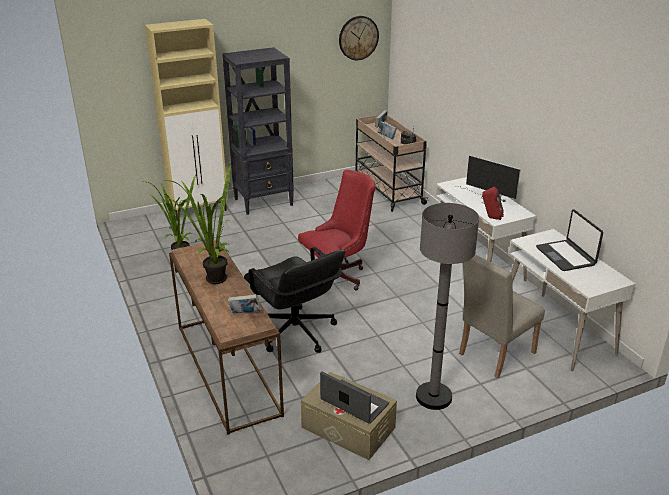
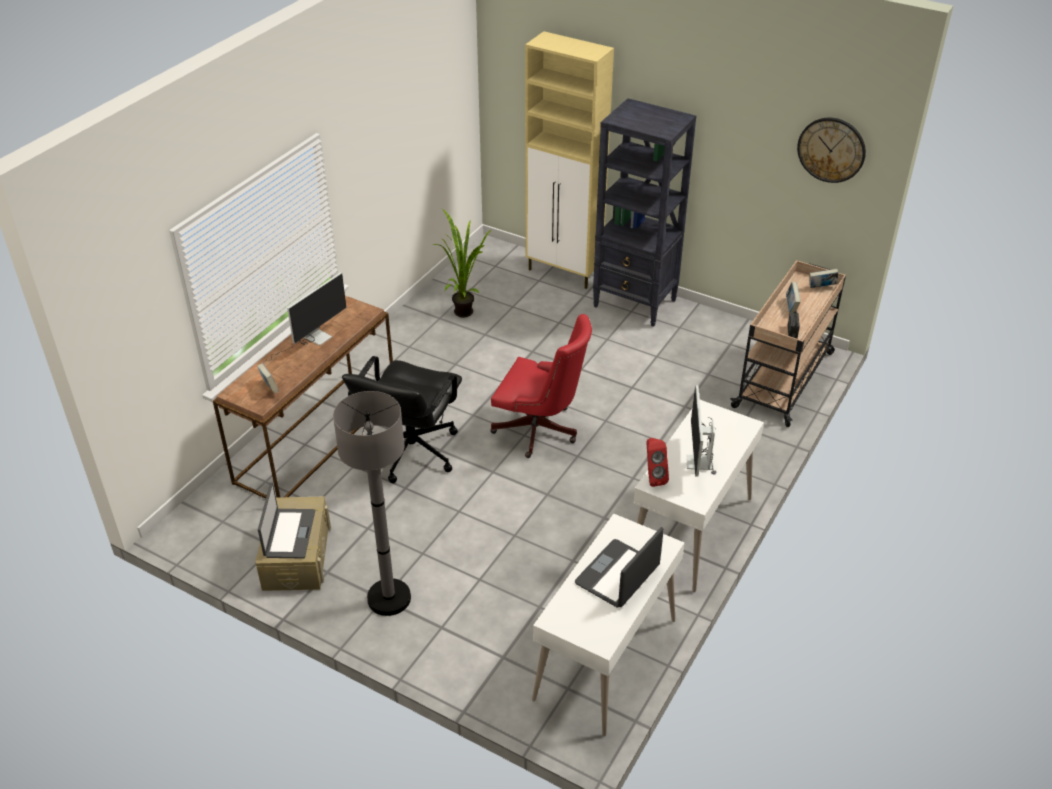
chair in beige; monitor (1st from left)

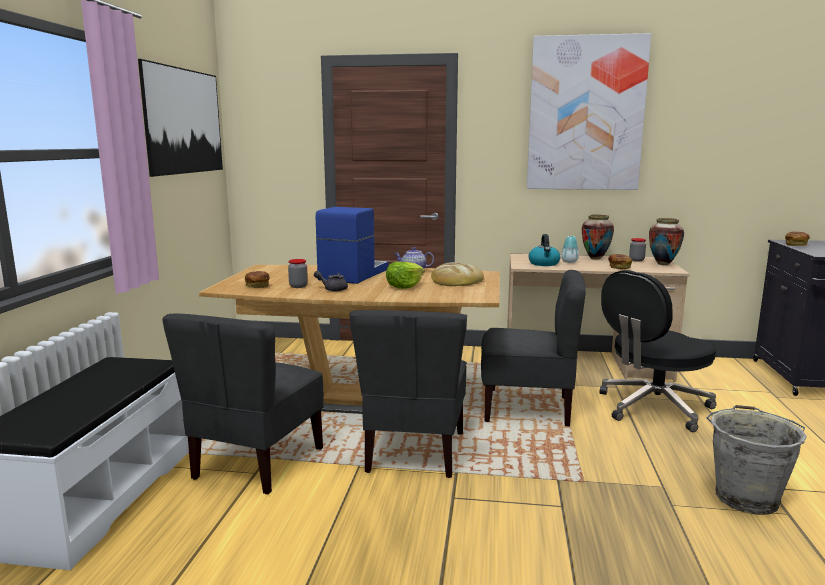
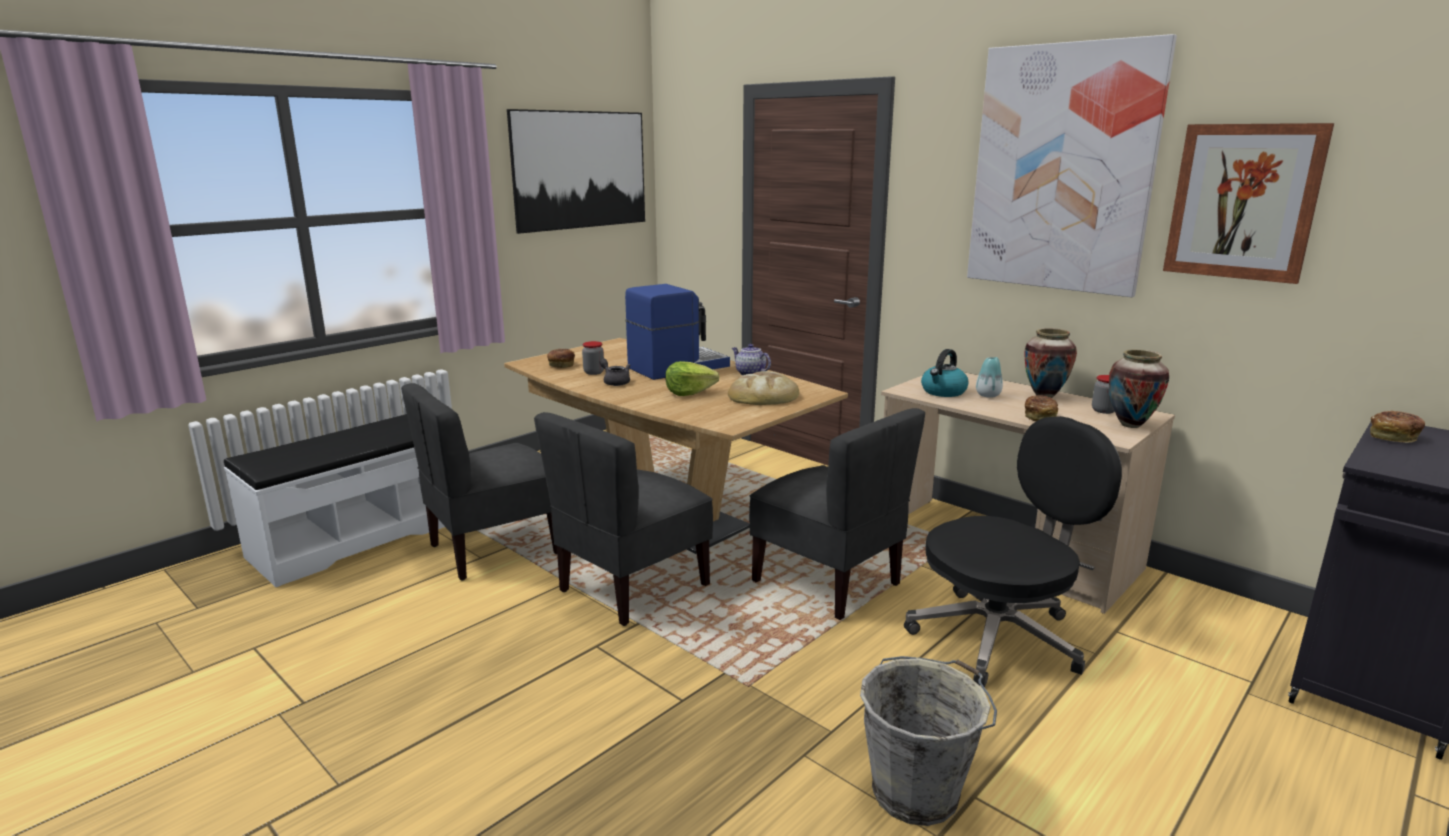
picture (3rd from left); office chair in black

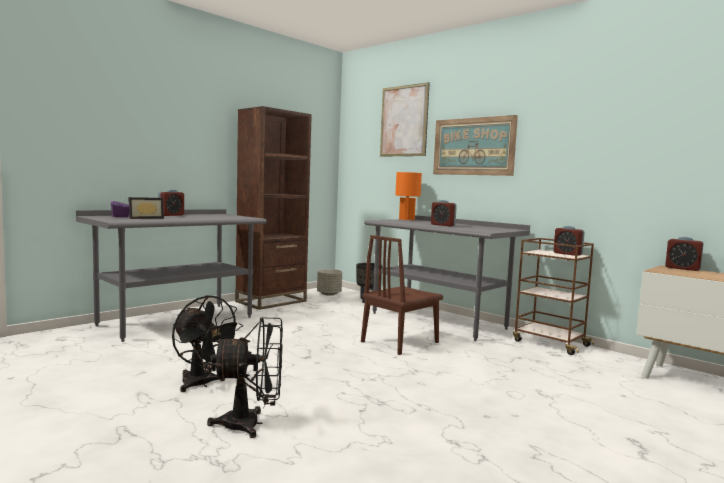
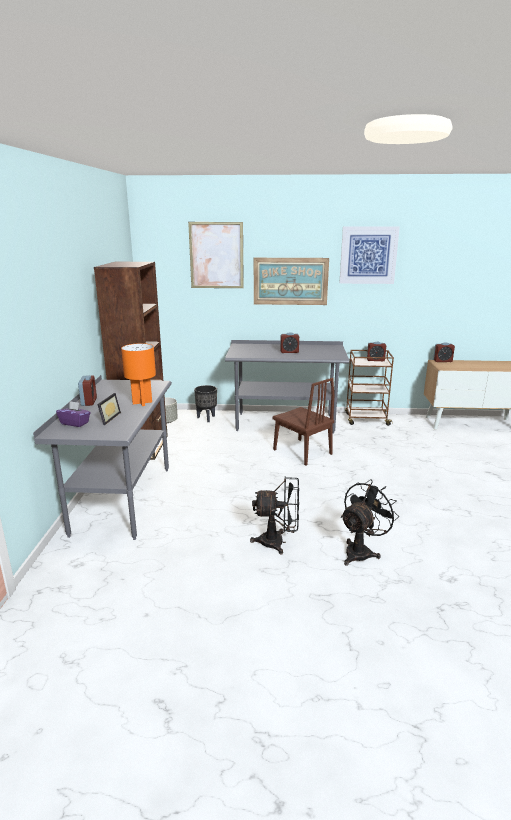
picture (3rd from left); table lamp in orange; chair in brown

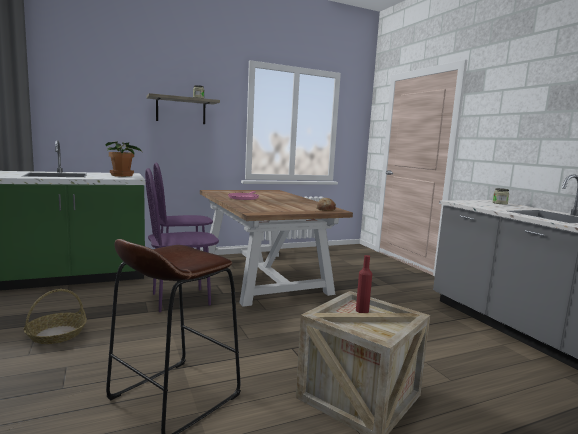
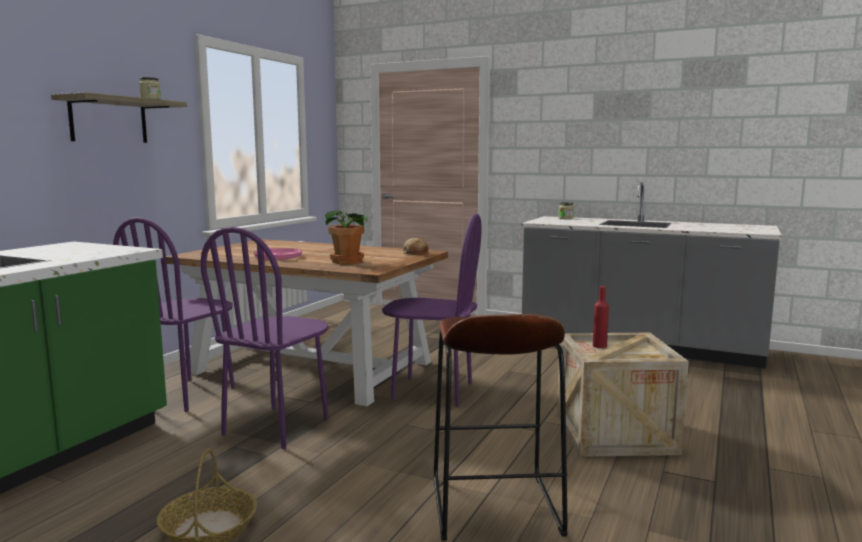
chair in purple (3rd from left); potted plant

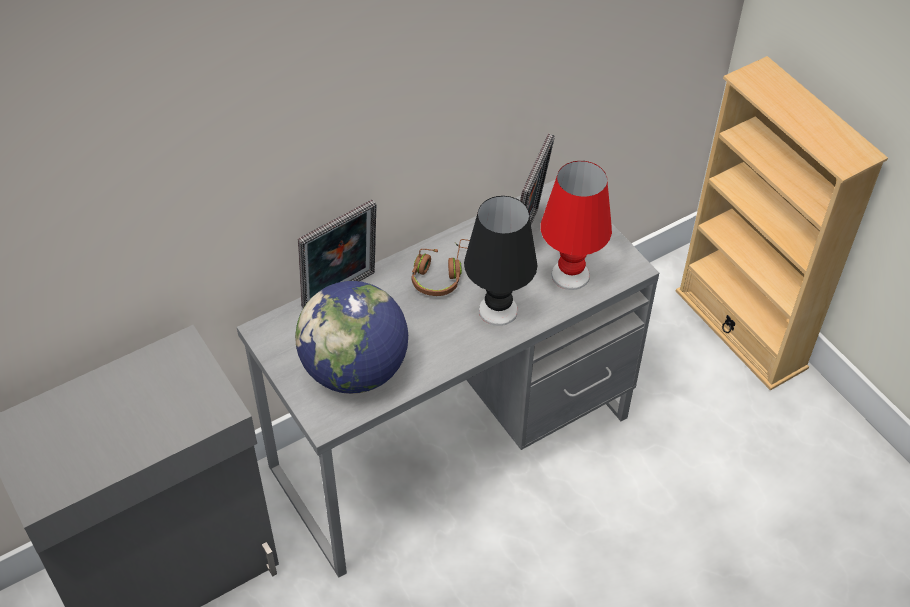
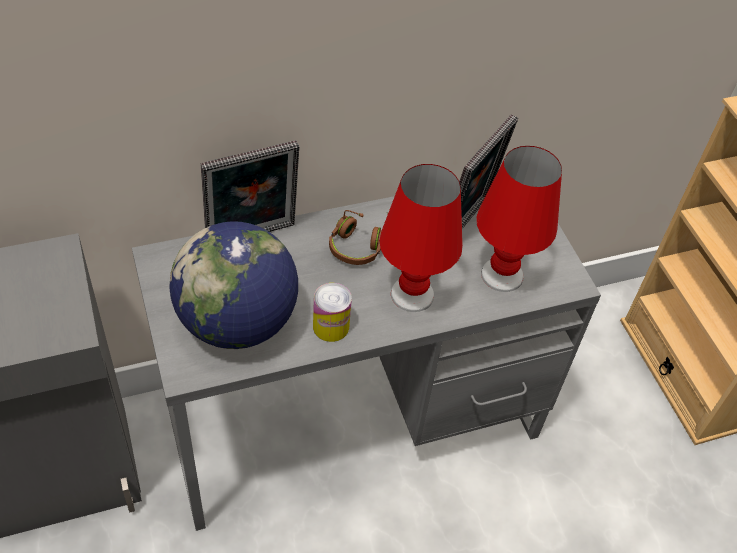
can; table lamp in red (1st from left)

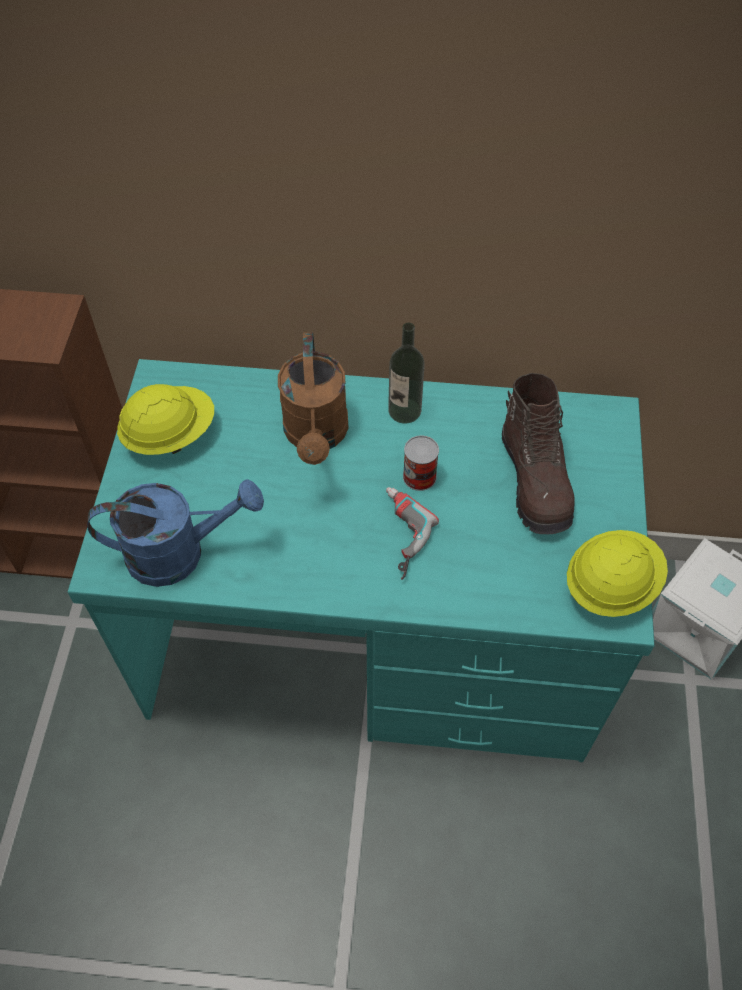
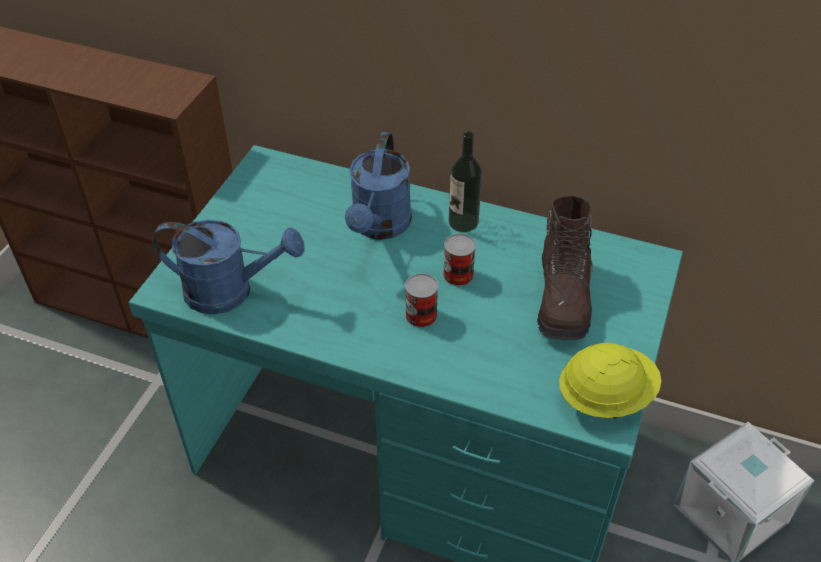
hard hat in yellow (1st from left in the first image); can (1st from left); watering can in blue (2nd from left)

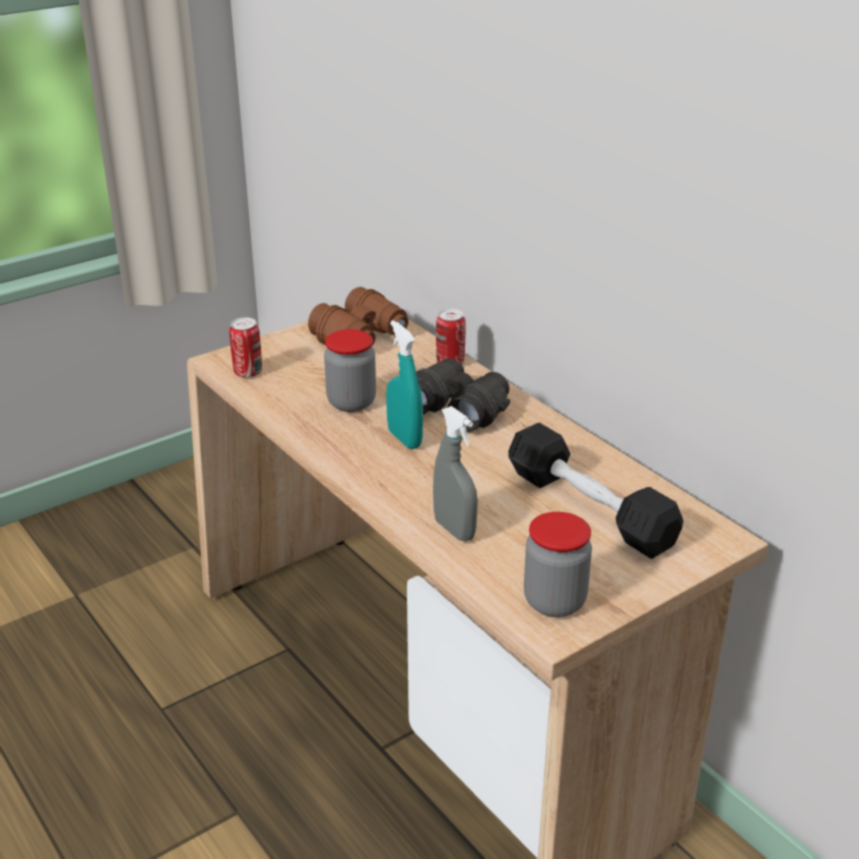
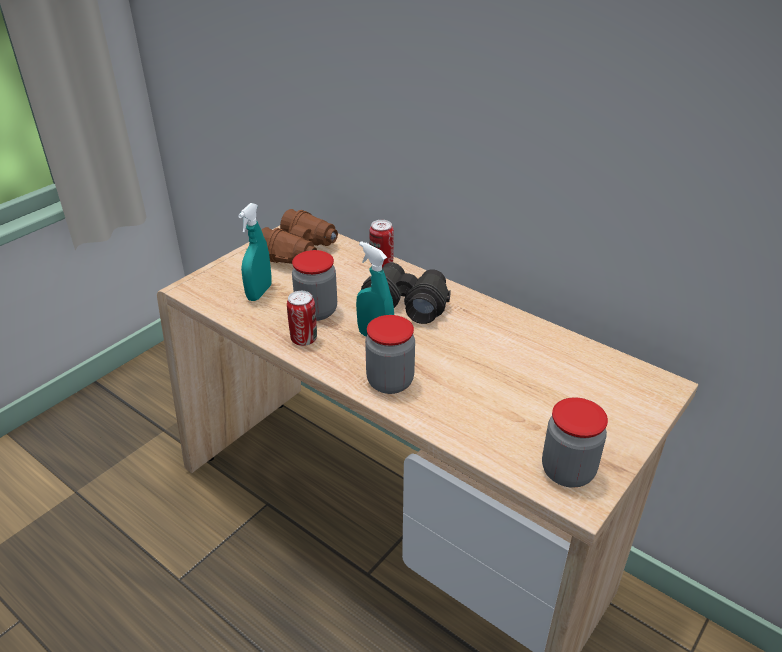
spray bottle in grey; dumbbell in black; spray bottle in turquoise (1st from left); jar (2nd from left); can (1st from left)

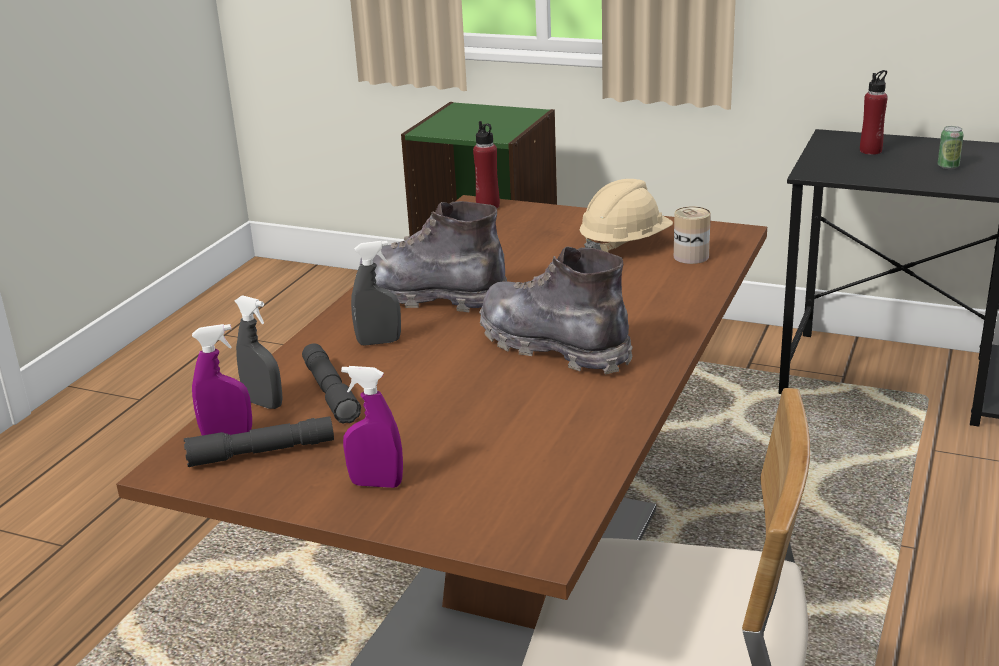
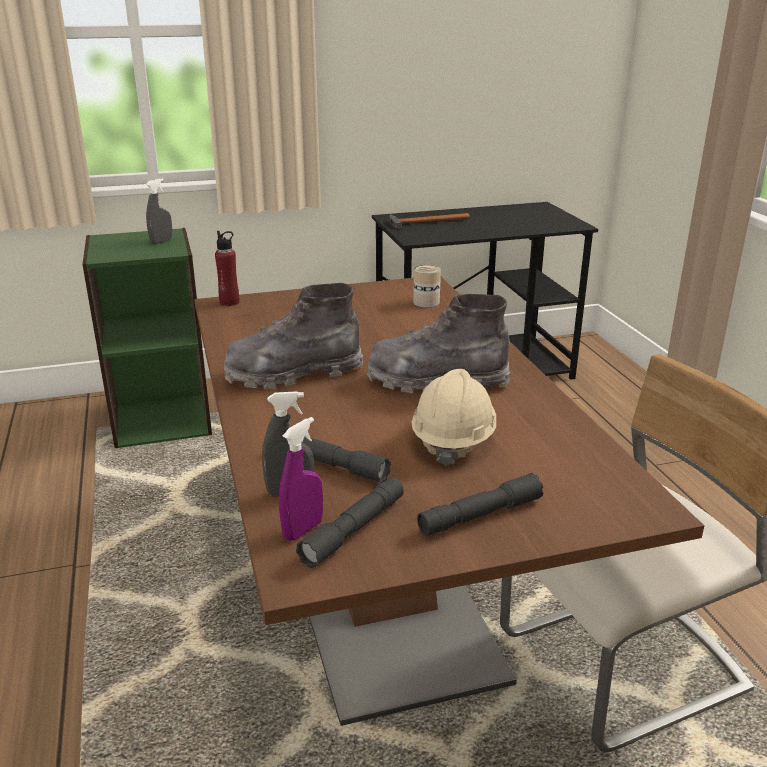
can (2nd from left in the first image); spray bottle in grey (1st from left); hard hat in beige; flashlight in grey (3rd from left); hammer

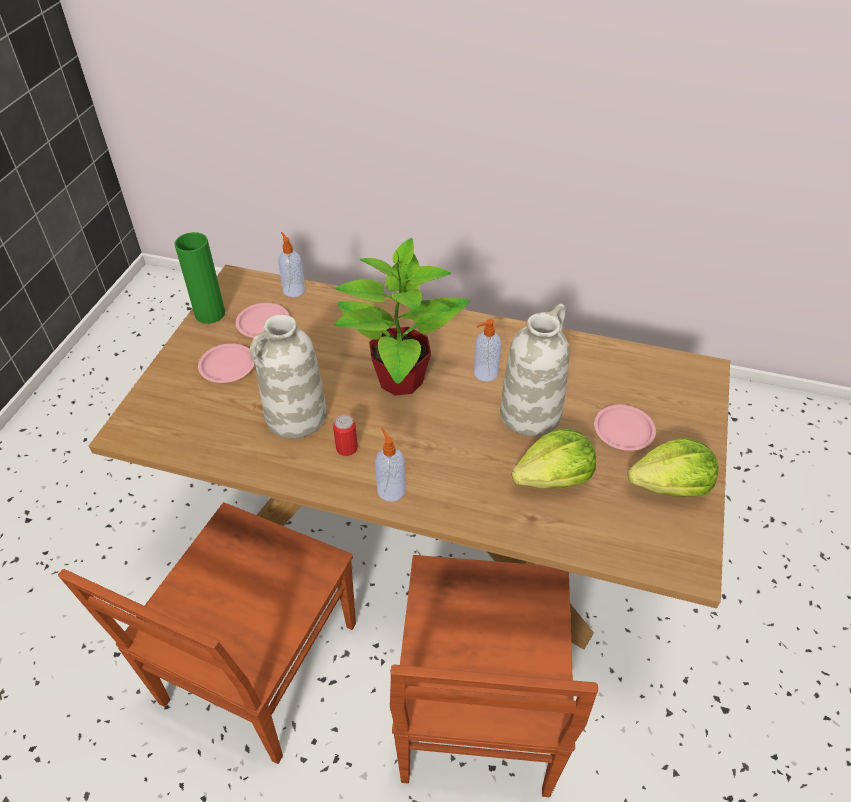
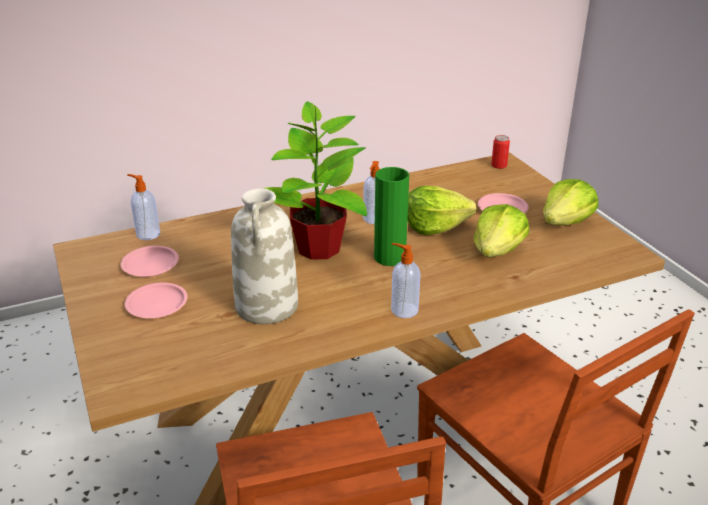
vase in green; can; lettuce (1st from left)

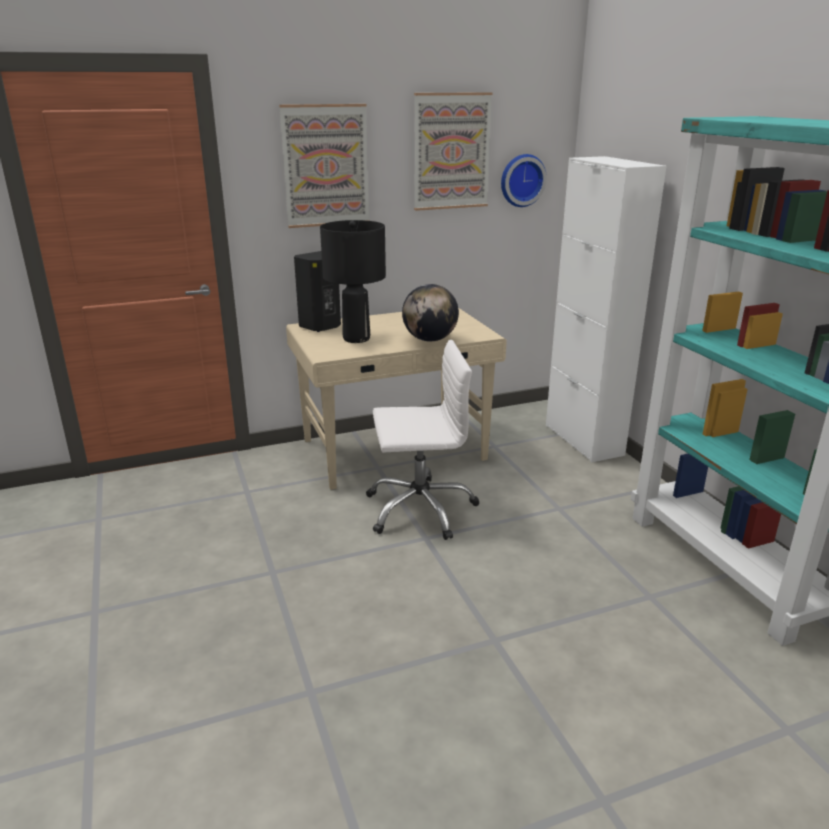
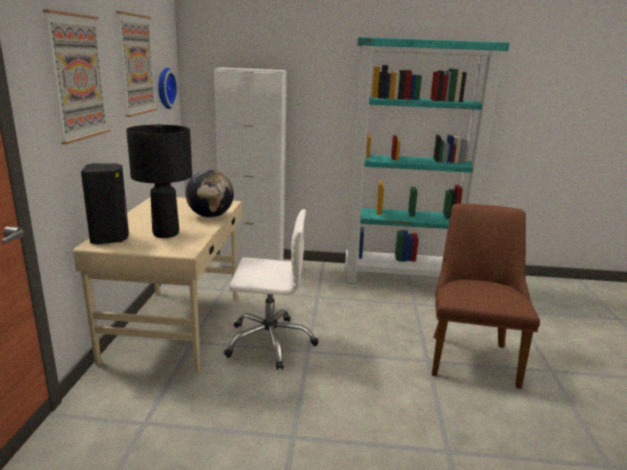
chair in brown; office chair in white

